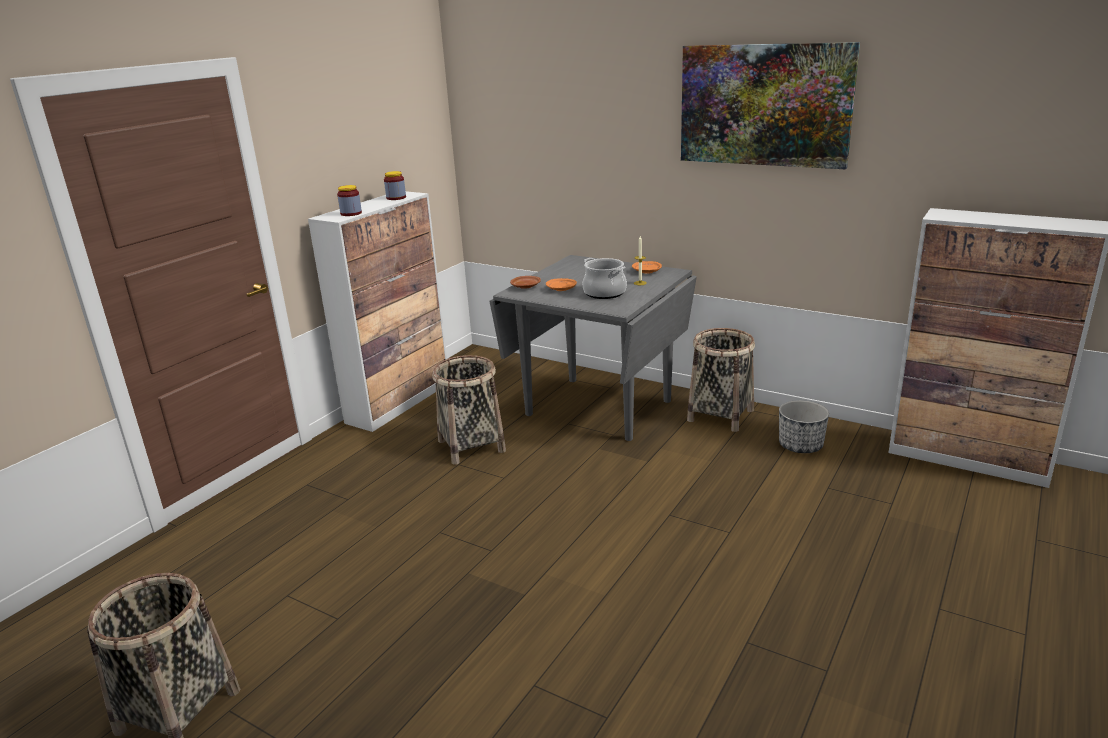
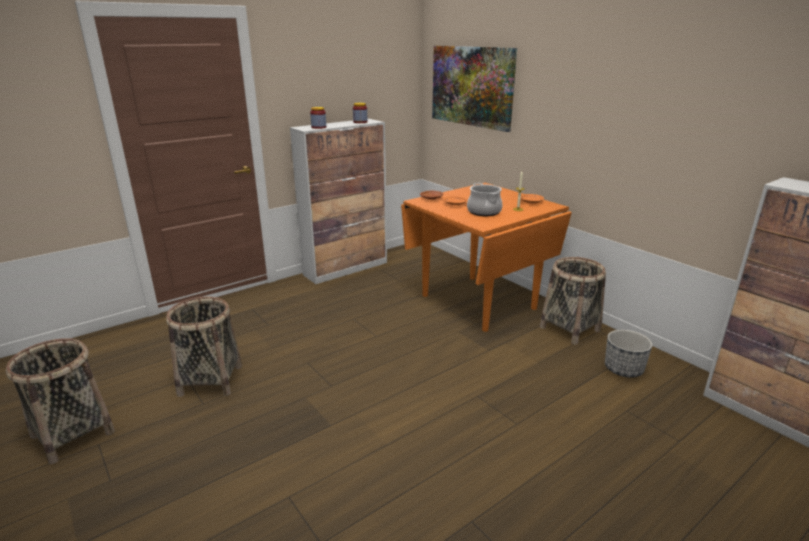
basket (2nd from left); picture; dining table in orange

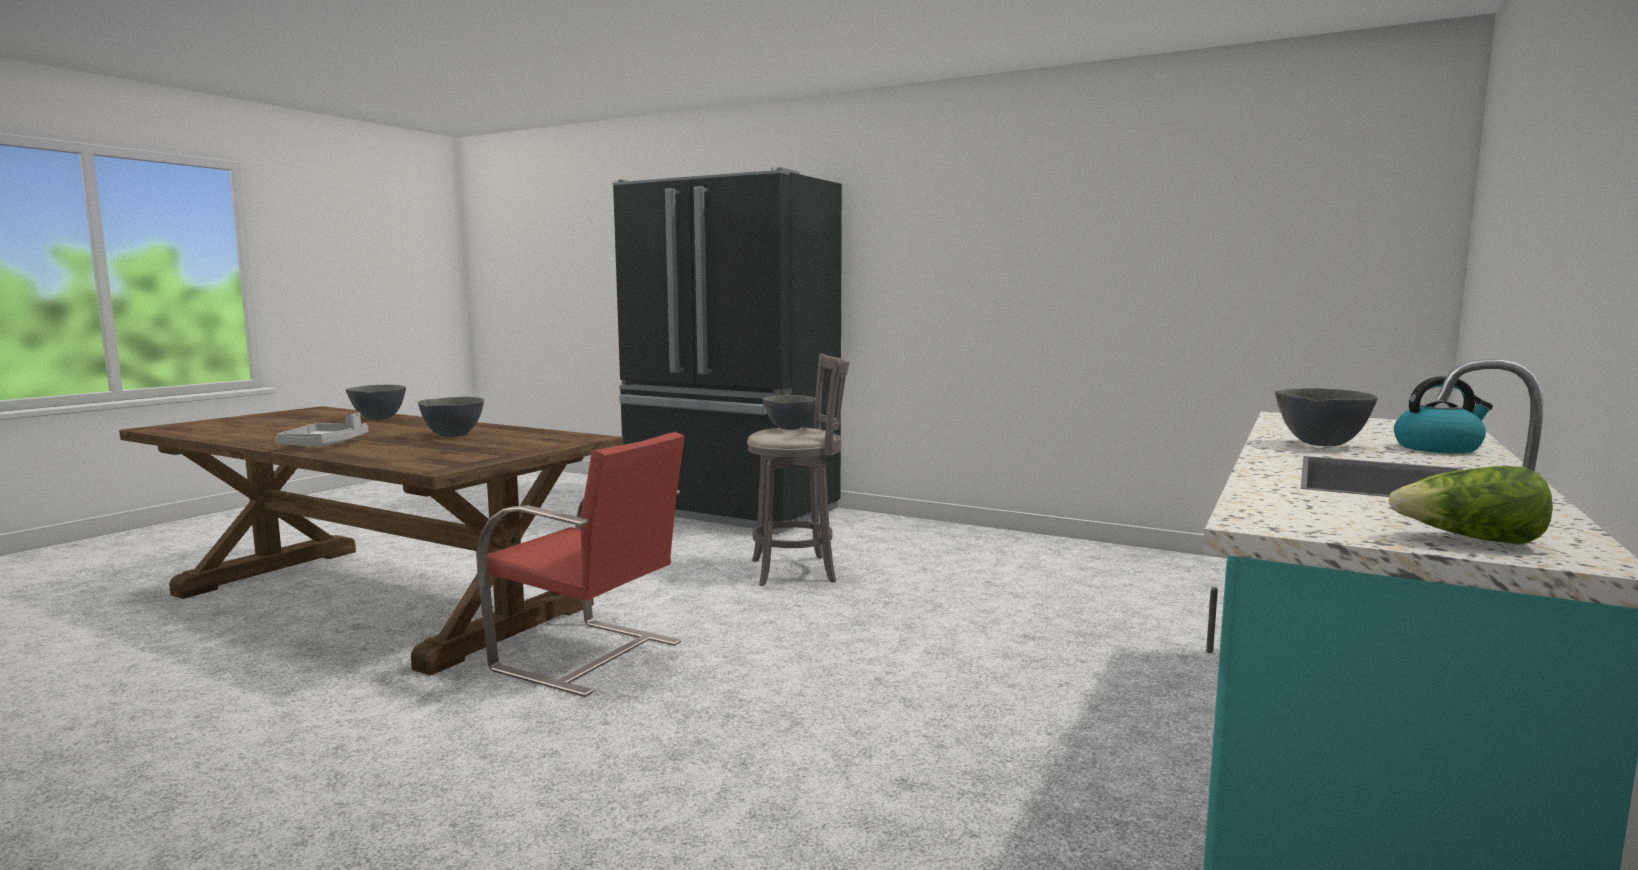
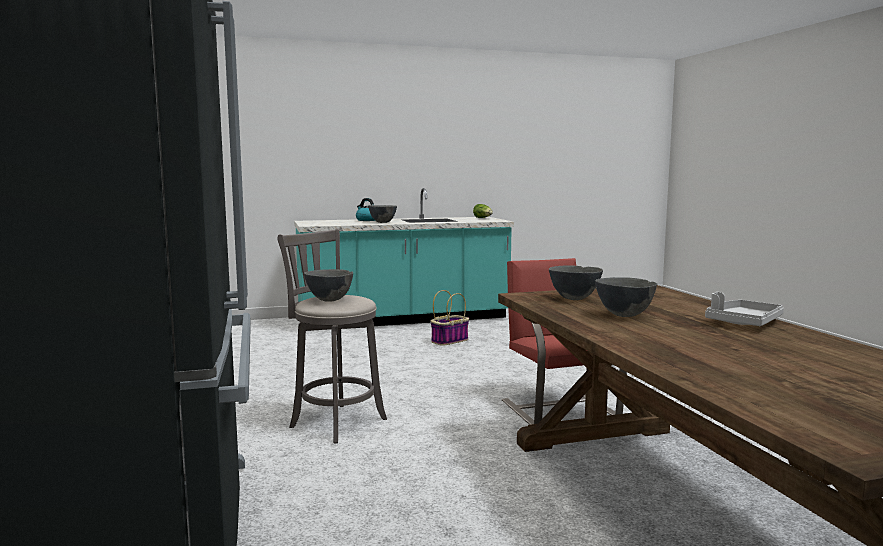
basket; bowl in grey (3rd from left)

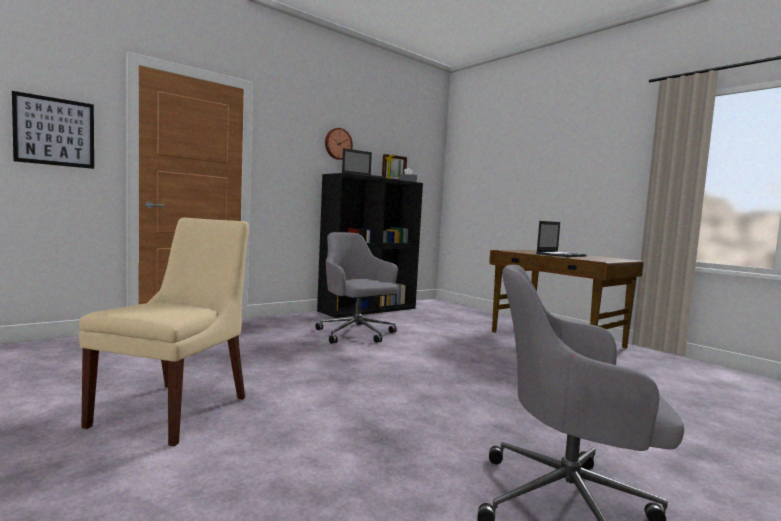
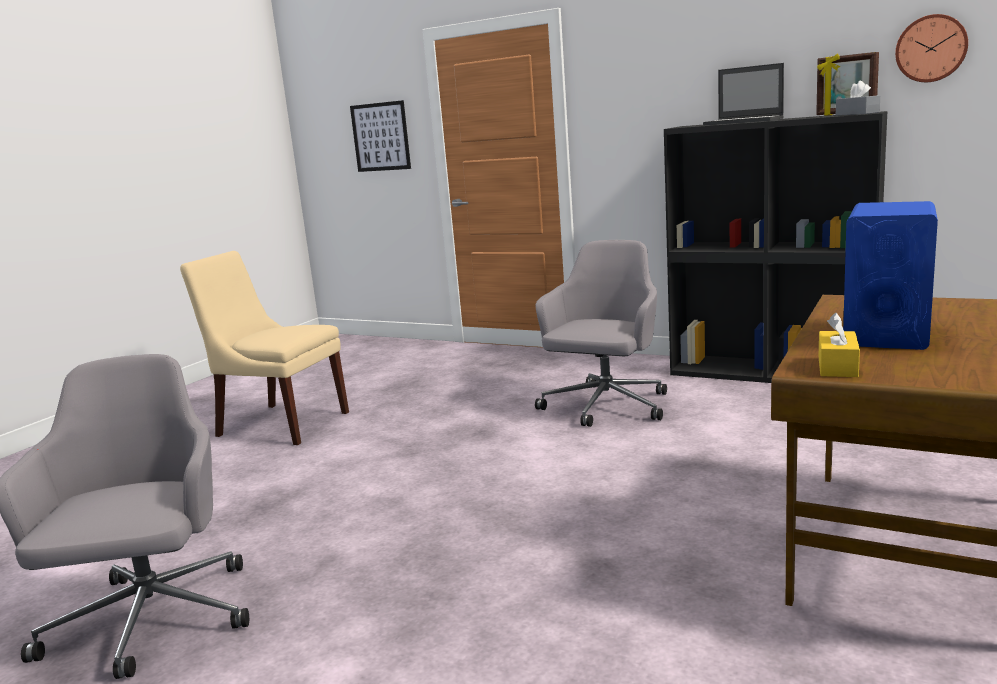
tissue box in yellow; wall clock; speaker in blue; chair in beige

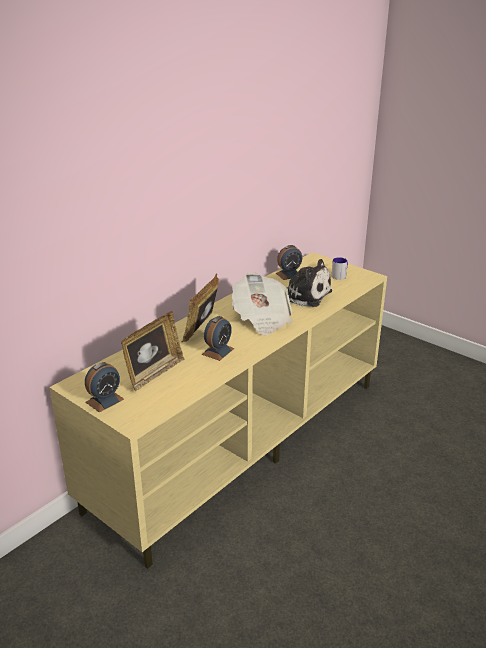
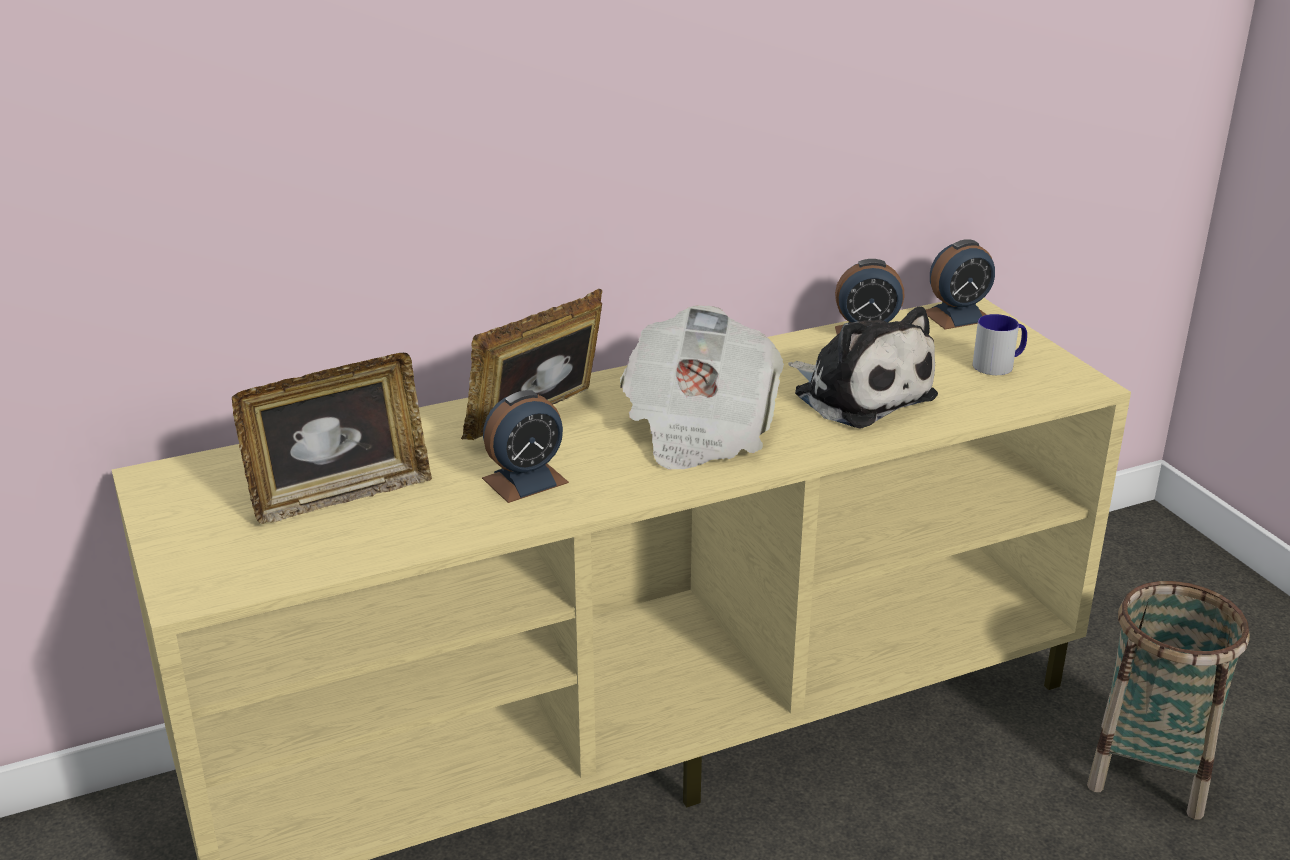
basket; alarm clock (3rd from left)

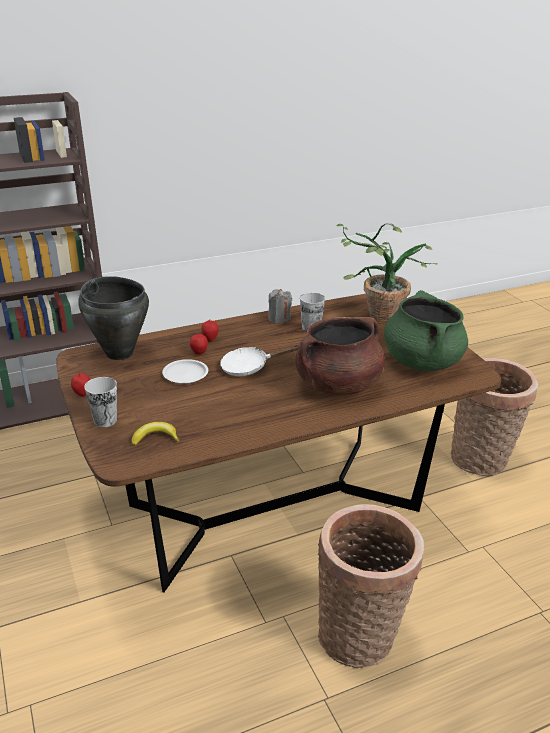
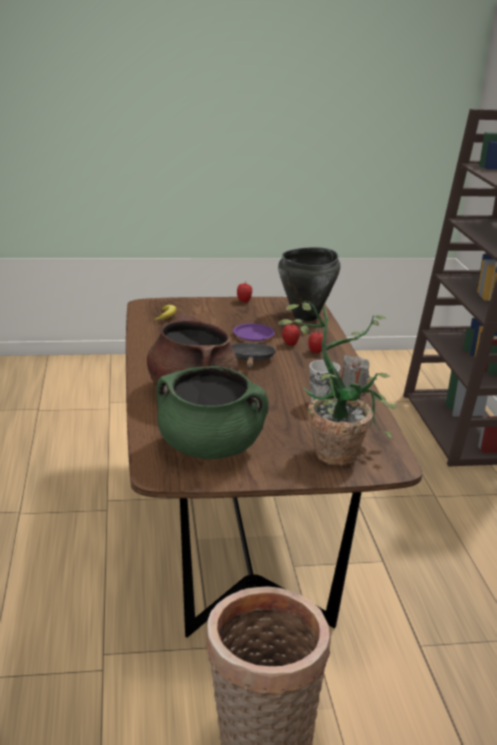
cup (1st from left in the first image); basket (1st from left in the first image); plate in purple; frying pan in black

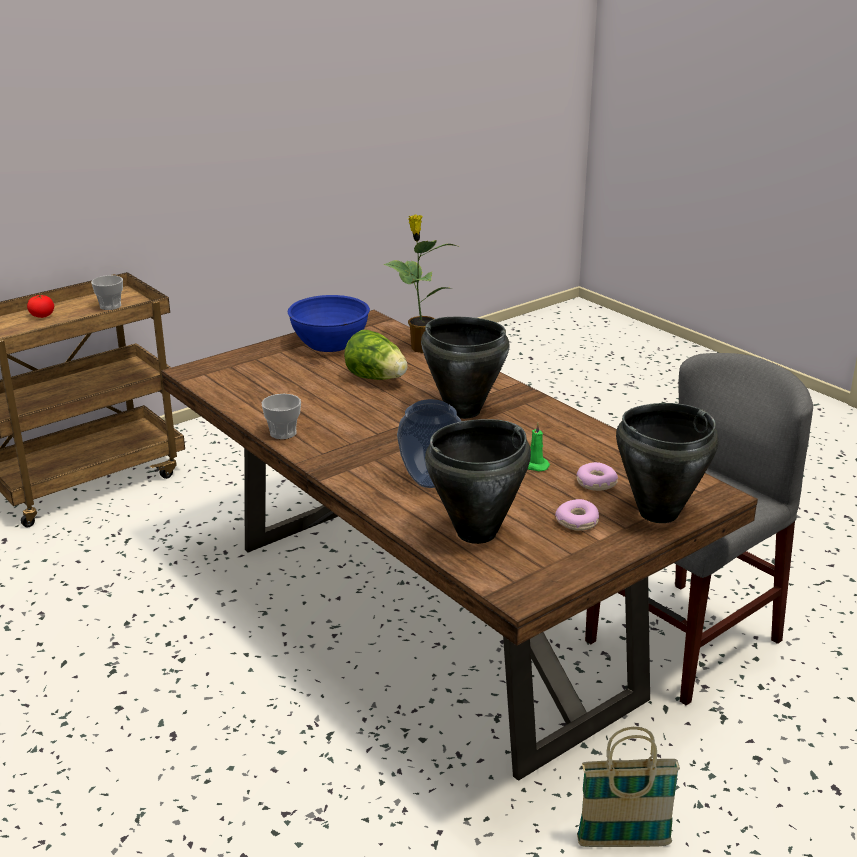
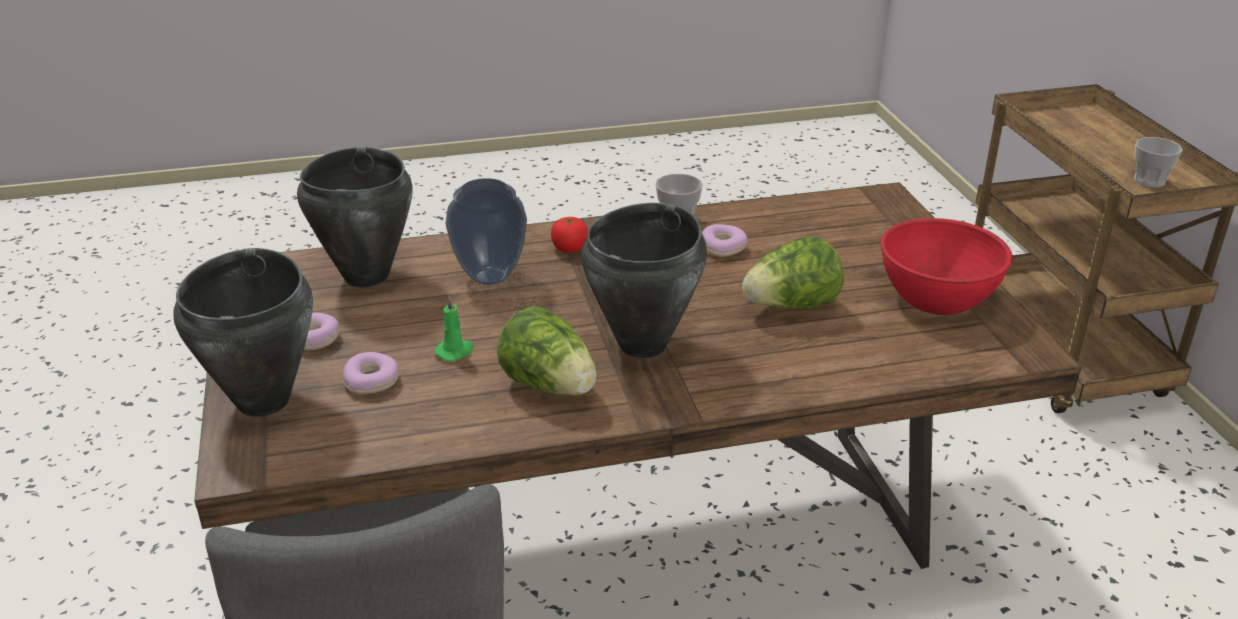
potted plant; basket; lettuce (1st from left); donut (3rd from left); tomato; bowl in red

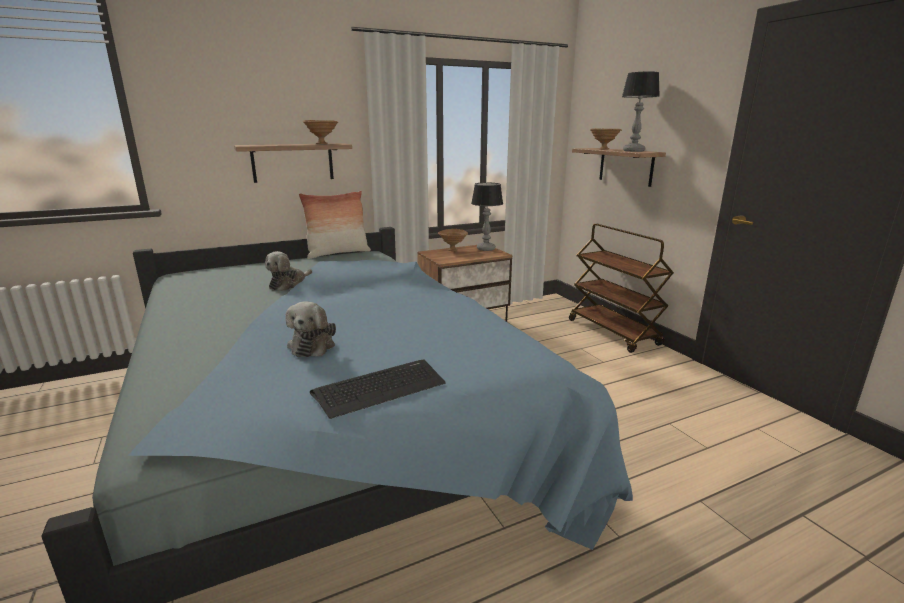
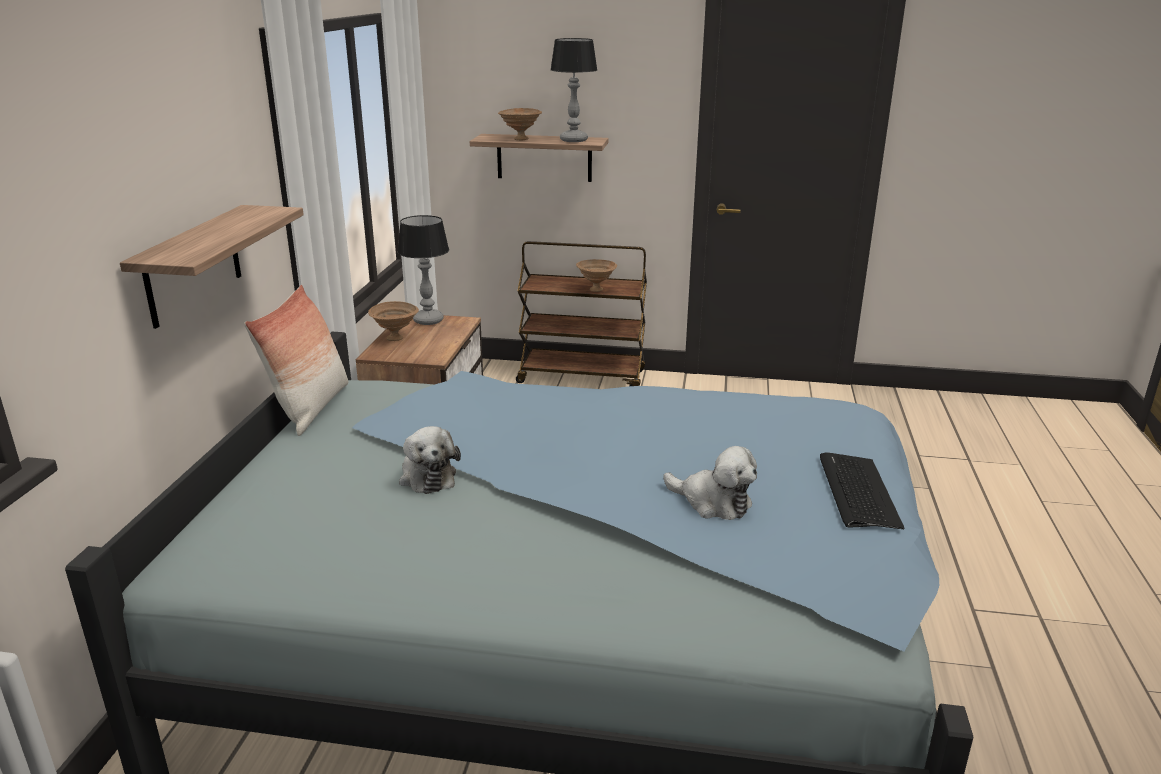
bowl in brown (3rd from left)

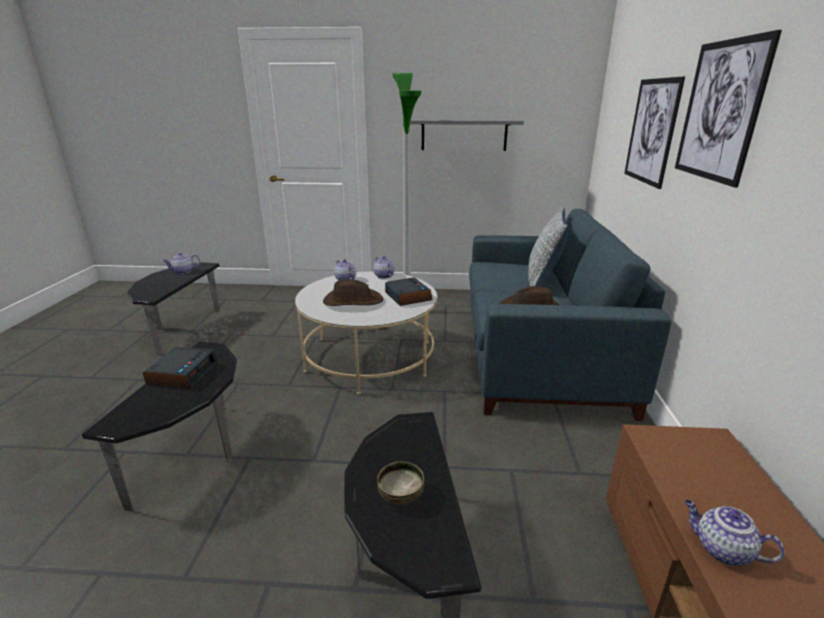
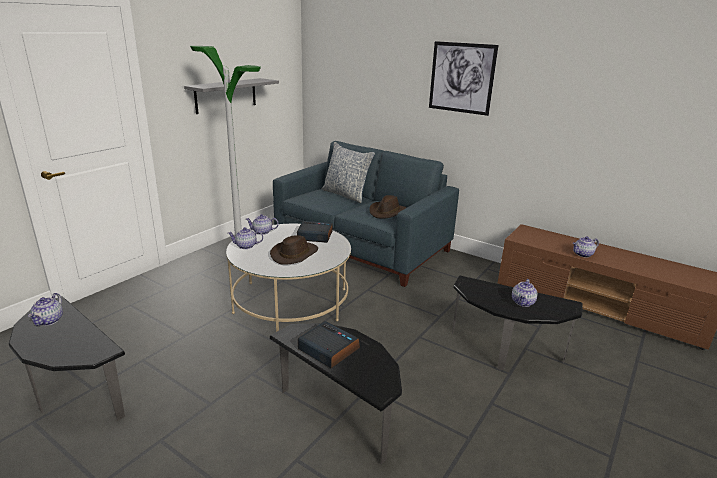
picture (1st from left in the first image); teapot (4th from left)

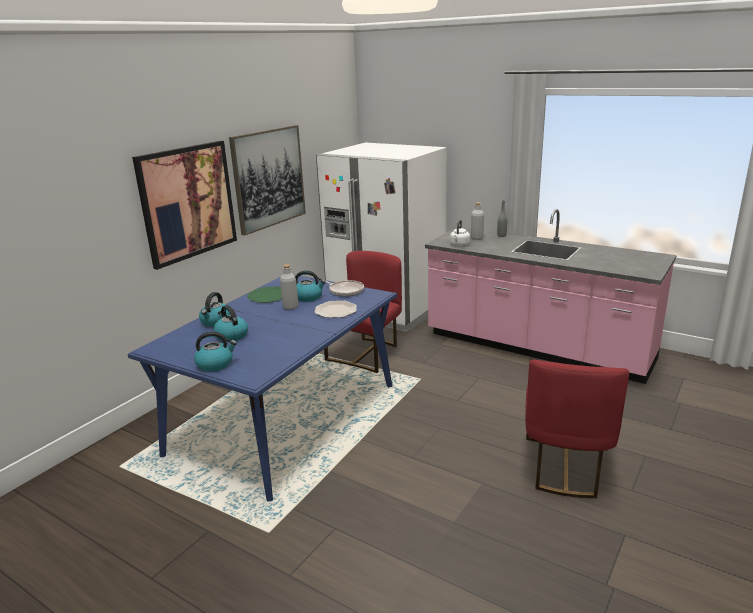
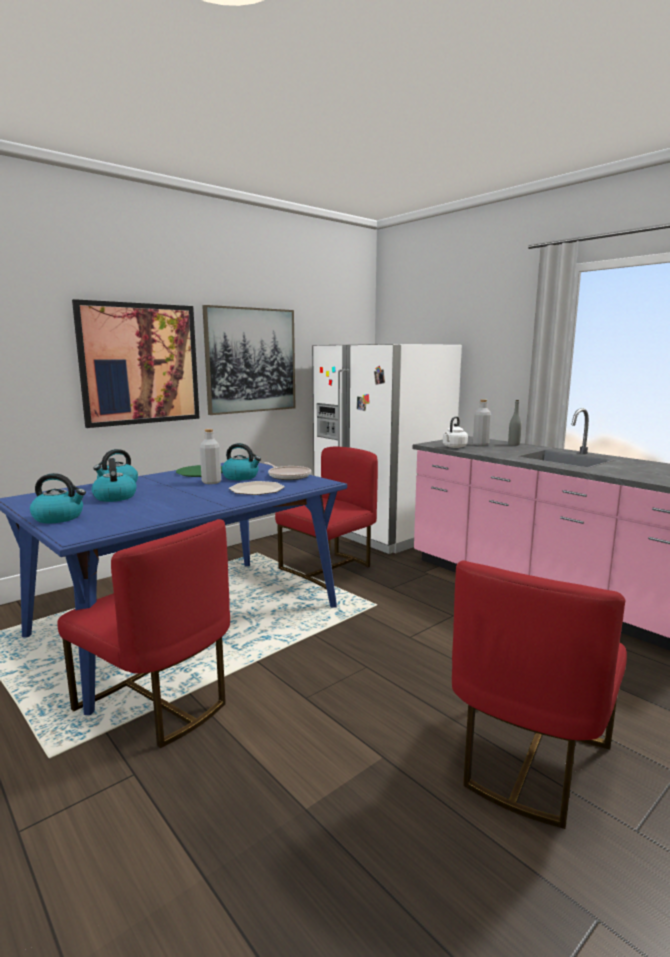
chair in red (1st from left)

